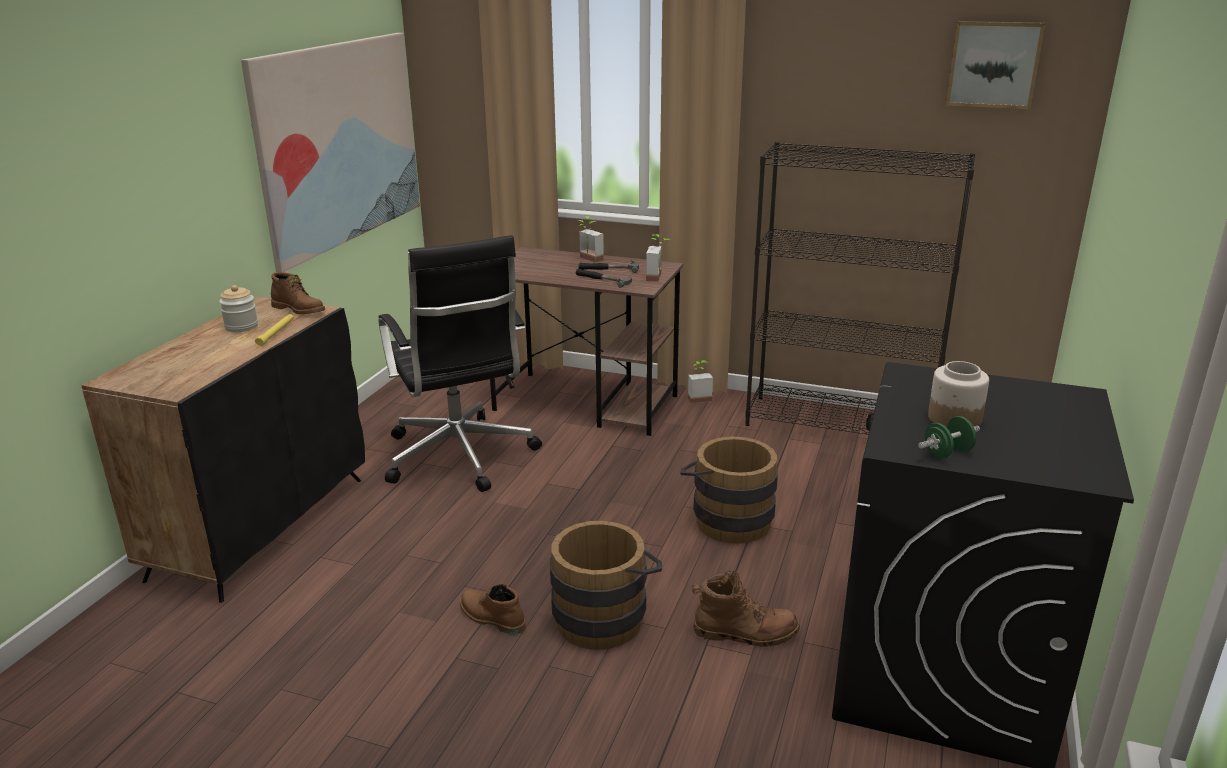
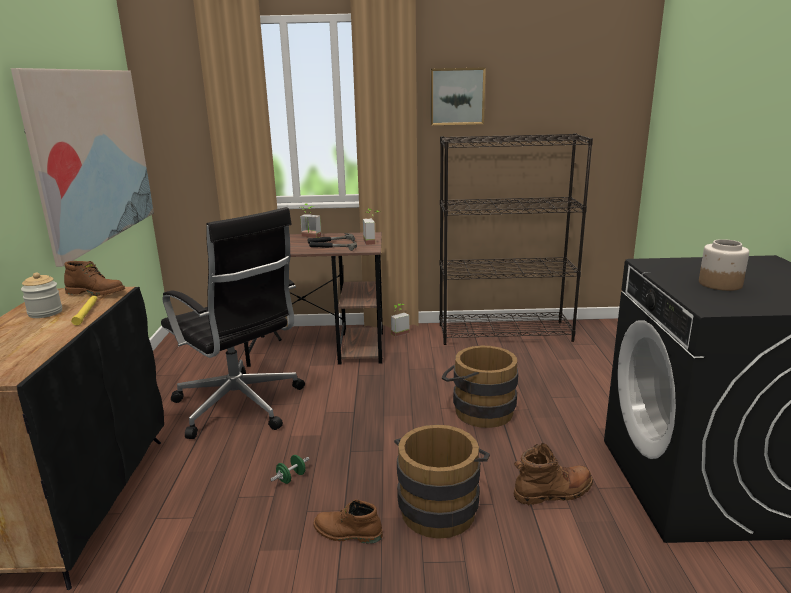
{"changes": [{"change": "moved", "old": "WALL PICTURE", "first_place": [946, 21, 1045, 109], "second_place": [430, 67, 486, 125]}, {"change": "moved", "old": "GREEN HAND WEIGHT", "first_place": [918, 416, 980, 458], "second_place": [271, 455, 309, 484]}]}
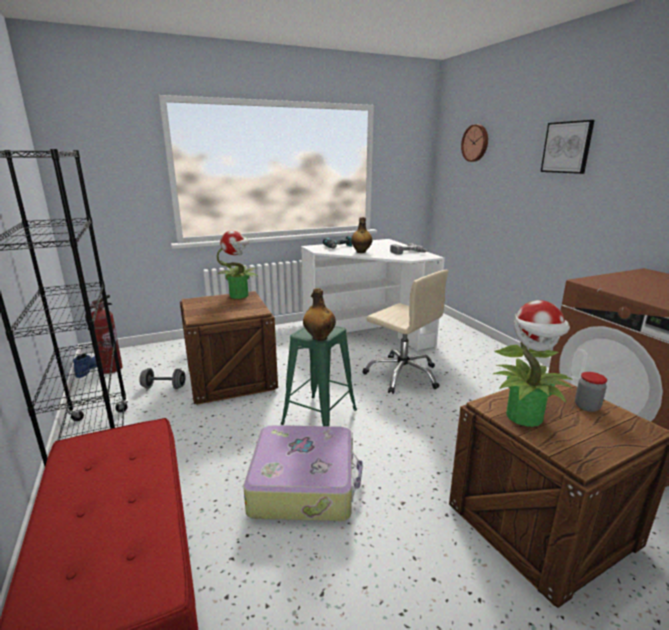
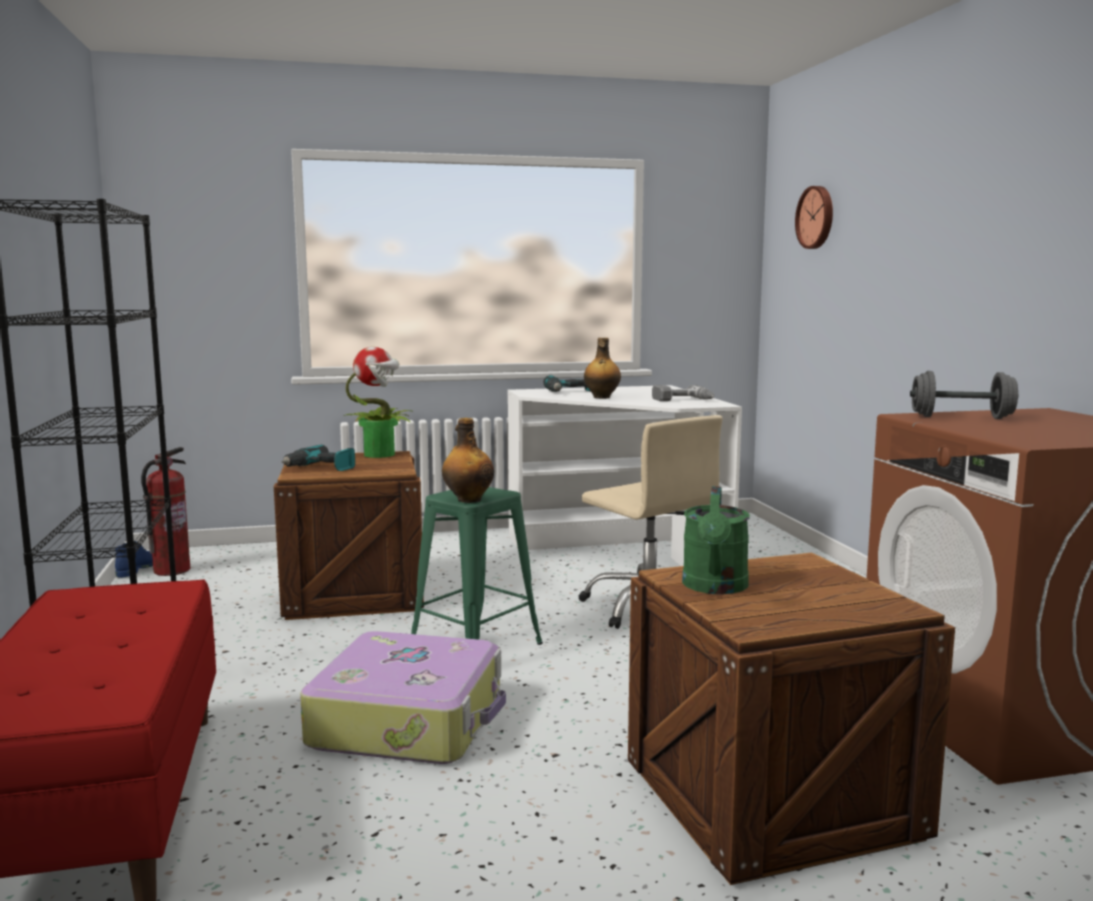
{"changes": [{"change": "removed", "old": "WALL PICTURE", "first_place": [541, 120, 595, 174]}, {"change": "replaced", "old": "PLANT IN A POT", "new": "GREEN WATERING POT", "first_place": [493, 300, 573, 427], "second_place": [682, 486, 750, 594]}, {"change": "moved", "old": "GRAY HAND WEIGHT", "first_place": [139, 368, 186, 389], "second_place": [910, 371, 1018, 419]}, {"change": "removed", "old": "PRESERVE JAR", "first_place": [575, 372, 607, 412]}, {"change": "added", "new": "POWER DRILL", "second_place": [281, 444, 355, 471]}]}
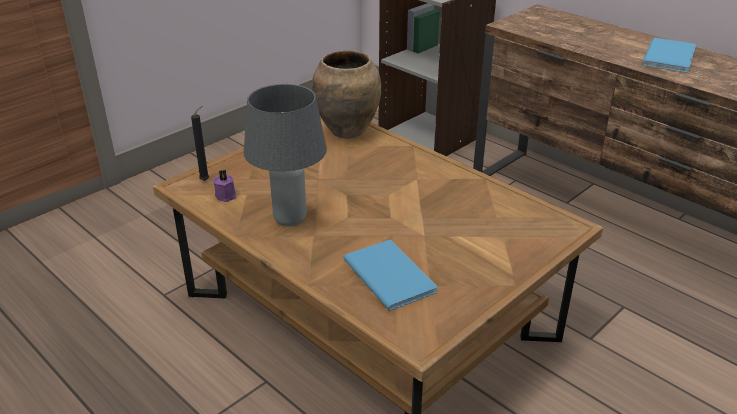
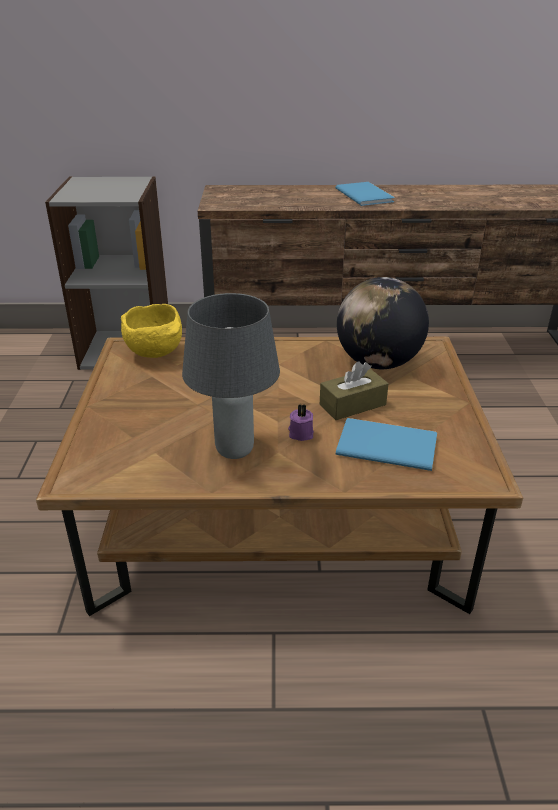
{"changes": [{"change": "replaced", "old": "BROWN-COLOURED FLOWER VASE", "new": "YELLOW BOWL", "first_place": [312, 50, 381, 139], "second_place": [121, 304, 182, 358]}, {"change": "removed", "old": "BLACK-COLOURED CANDLE", "first_place": [191, 106, 209, 181]}, {"change": "moved", "old": "PURPLE CANDLE", "first_place": [213, 170, 237, 202], "second_place": [288, 404, 314, 441]}, {"change": "added", "new": "WORLD GLOBE", "second_place": [337, 277, 429, 369]}, {"change": "added", "new": "BROWN-COLOURED BOX OF TISSUES", "second_place": [320, 361, 389, 420]}]}
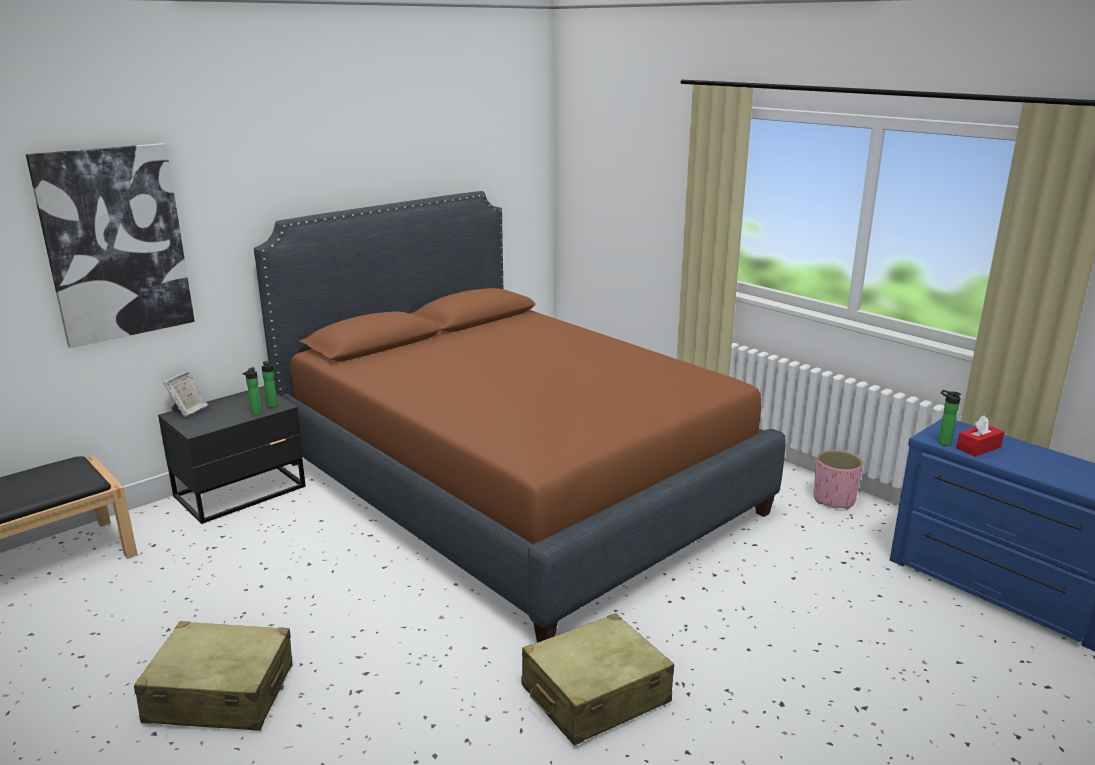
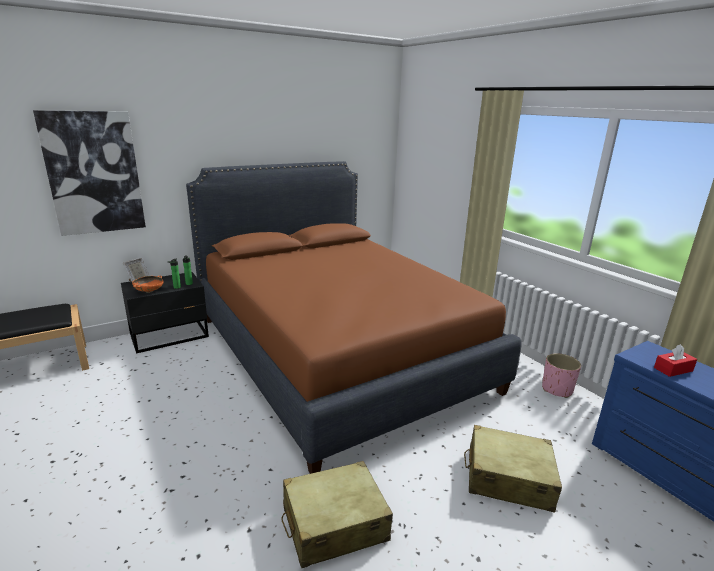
{"changes": [{"change": "removed", "old": "BEVERAGE BOTTLE", "first_place": [938, 390, 962, 446]}, {"change": "moved", "old": "SAND-COLOURED SUITCASE", "first_place": [134, 621, 293, 731], "second_place": [464, 425, 562, 513]}, {"change": "added", "new": "ORANGEY BOWL", "second_place": [132, 276, 164, 293]}]}
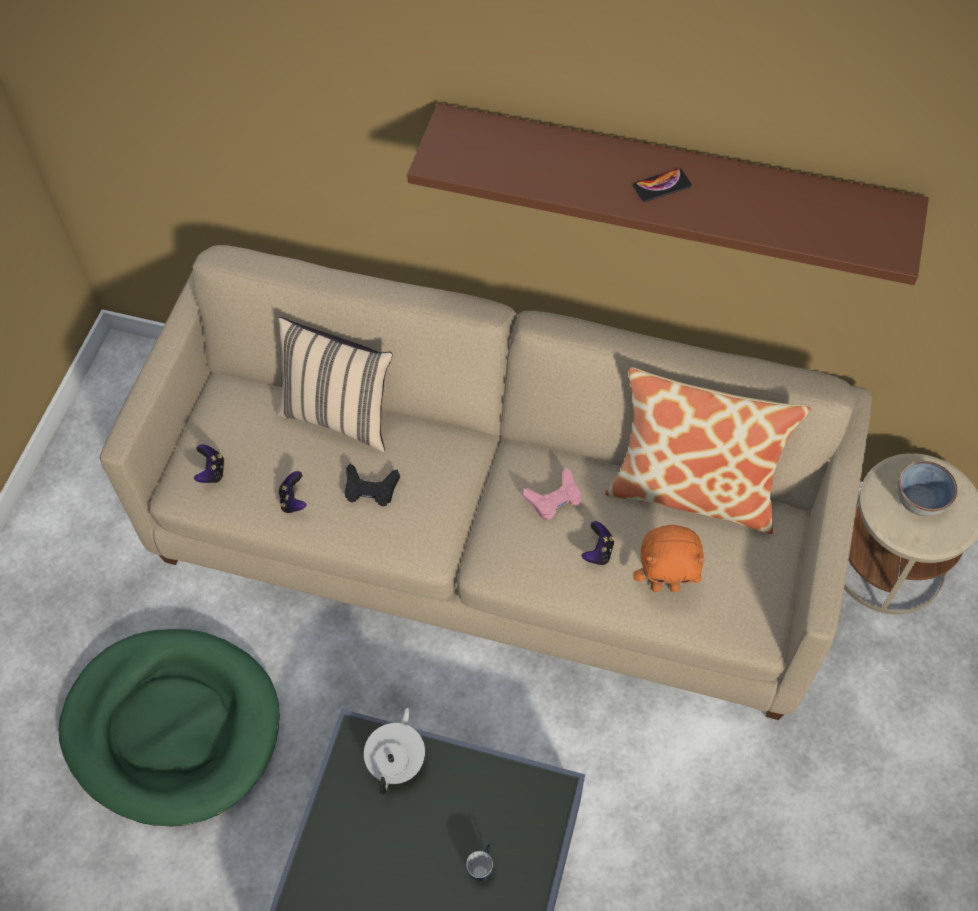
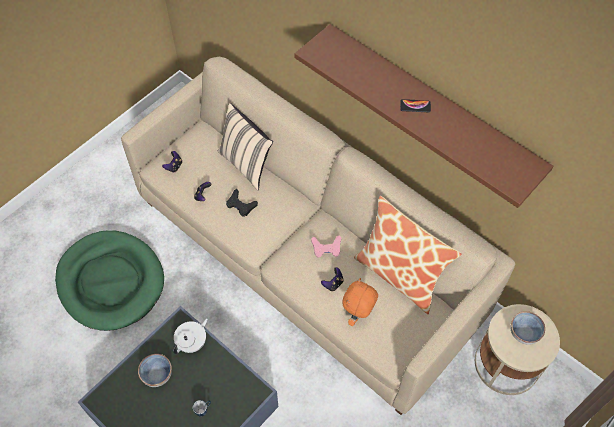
{"changes": [{"change": "turned", "old": "ORANGEY PLUSH TOY", "first_place": [633, 525, 705, 592], "second_place": [342, 278, 378, 326], "degrees": 90}, {"change": "added", "new": "BOWL", "second_place": [138, 354, 172, 387]}]}
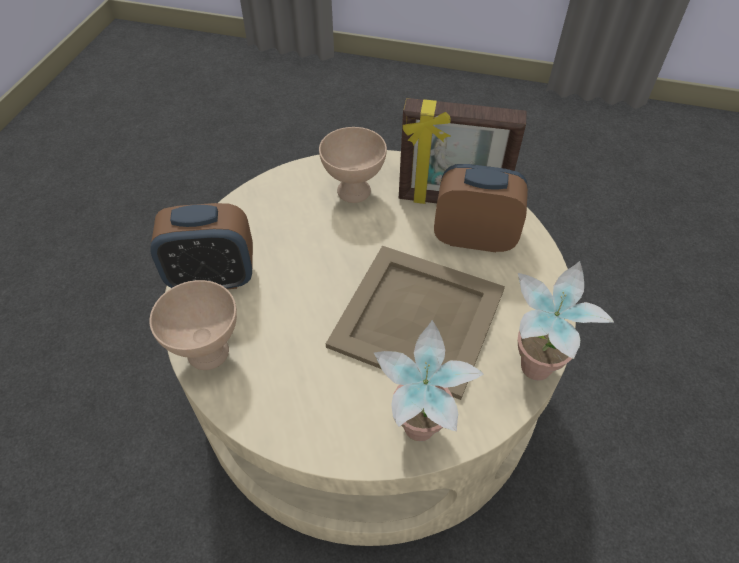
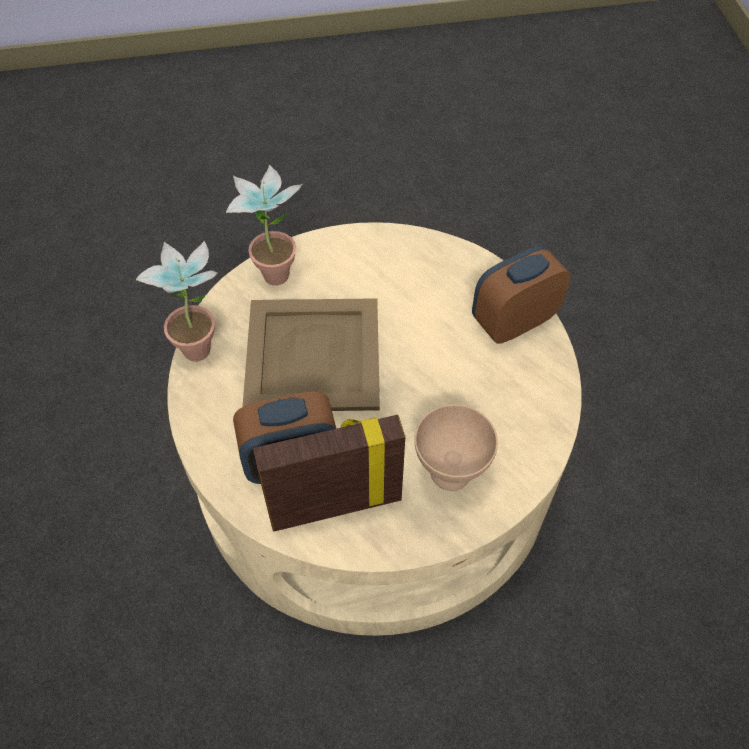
{"changes": [{"change": "removed", "old": "SAND-COLOURED BOWL", "first_place": [149, 280, 237, 370]}]}
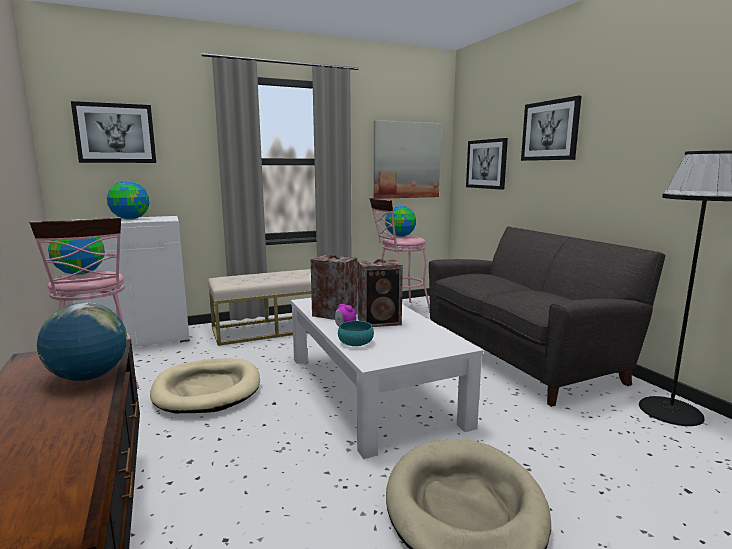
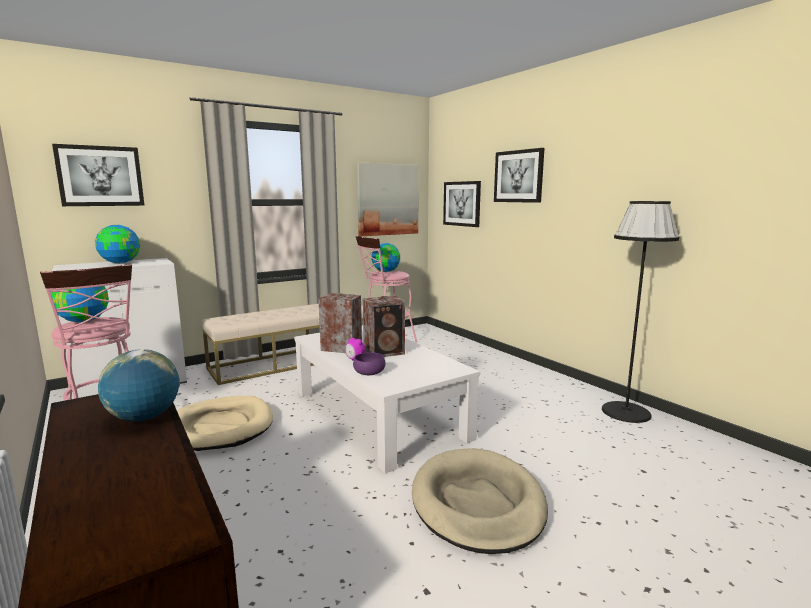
{"changes": [{"change": "removed", "old": "GRAY SETTEE", "first_place": [429, 226, 666, 407]}, {"change": "recoloured", "old": "TURQUOISE-COLOURED BOWL", "new": "PURPLE BOWL", "first_place": [338, 321, 374, 346], "second_place": [353, 352, 385, 375]}]}
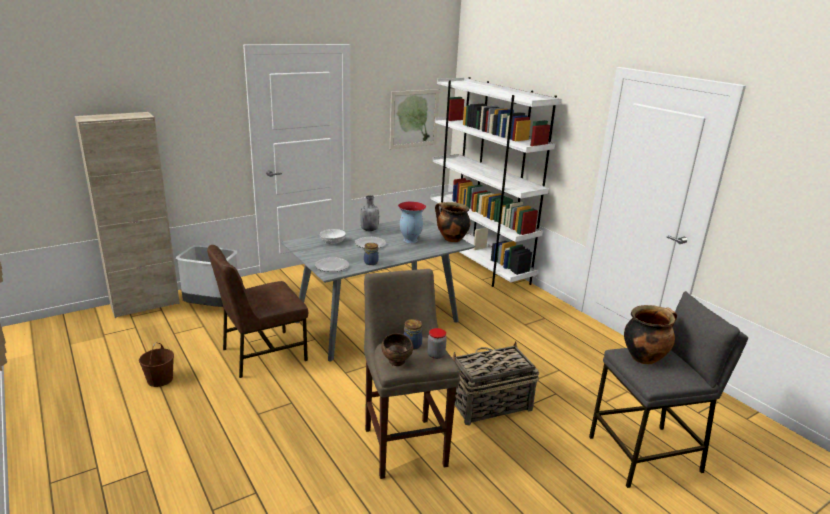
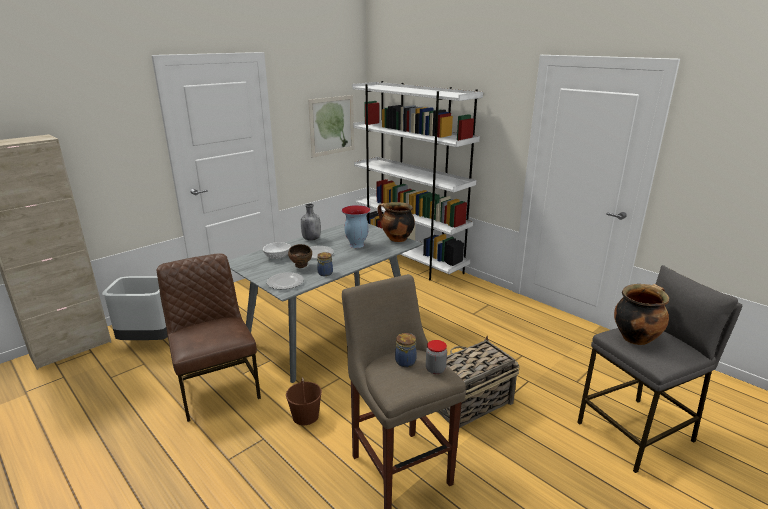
{"changes": [{"change": "turned", "old": "BROWN-COLOURED CHAIR", "first_place": [207, 245, 308, 378], "second_place": [157, 253, 261, 422], "degrees": 105}, {"change": "moved", "old": "BROWN-COLOURED BOWL", "first_place": [381, 333, 413, 366], "second_place": [288, 244, 312, 268]}, {"change": "moved", "old": "BROWN-COLOURED WATER BUCKET", "first_place": [139, 343, 174, 387], "second_place": [286, 377, 322, 425]}]}
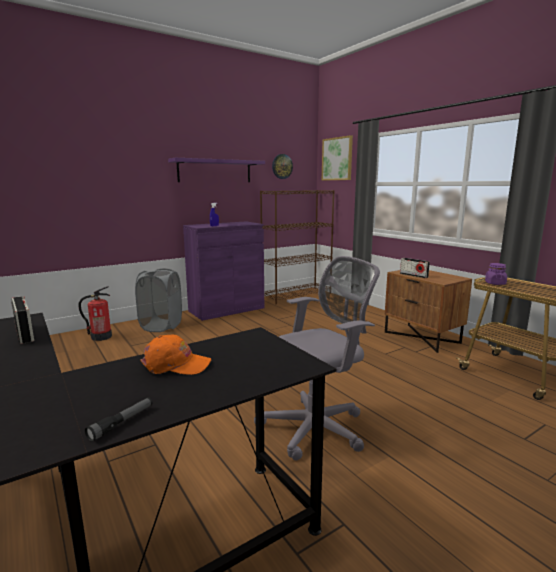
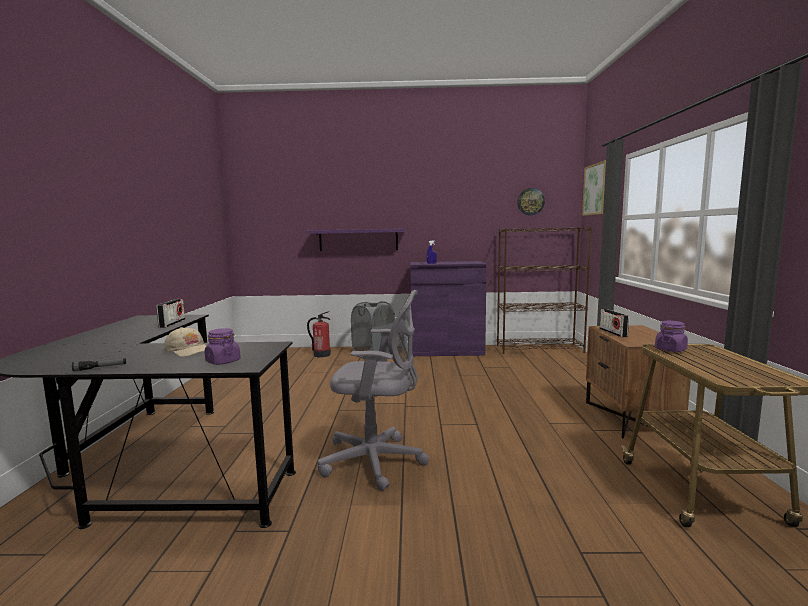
{"changes": [{"change": "moved", "old": "PURPLE WALL SHELF", "first_place": [168, 158, 265, 182], "second_place": [307, 229, 405, 251]}, {"change": "recoloured", "old": "ORANGEY PEAKED CAP", "new": "SAND-COLOURED PEAKED CAP", "first_place": [140, 335, 211, 375], "second_place": [164, 327, 206, 357]}, {"change": "added", "new": "PURPLE PRESERVE JAR", "second_place": [205, 328, 241, 365]}]}
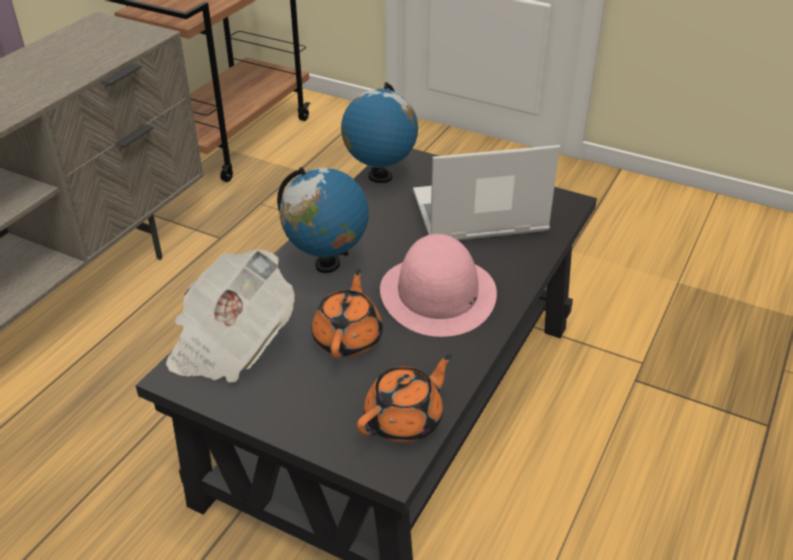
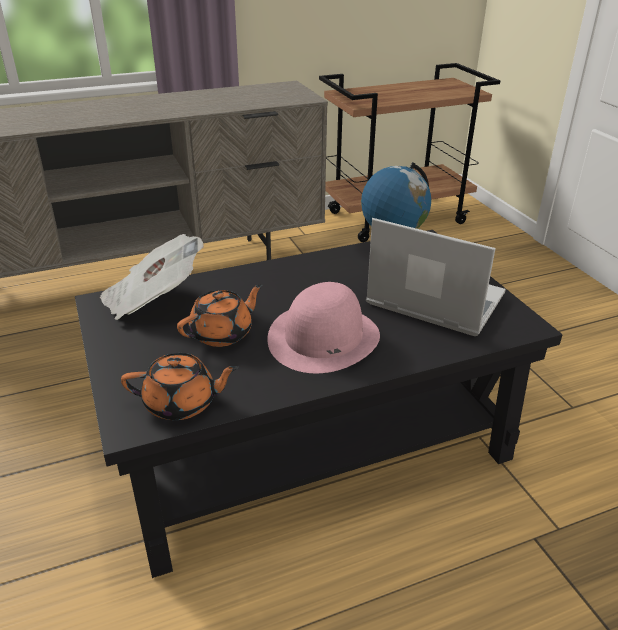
{"changes": [{"change": "removed", "old": "WORLD GLOBE", "first_place": [277, 167, 369, 273]}]}
